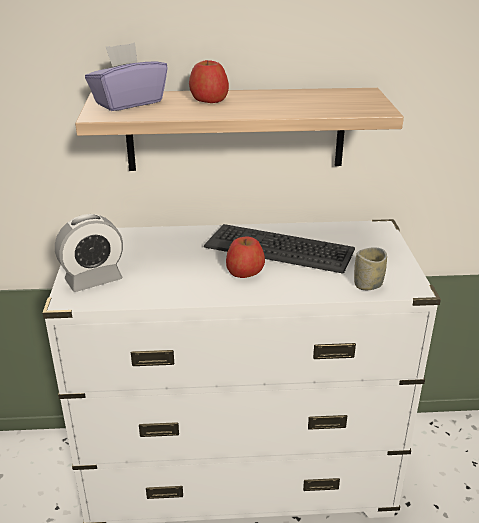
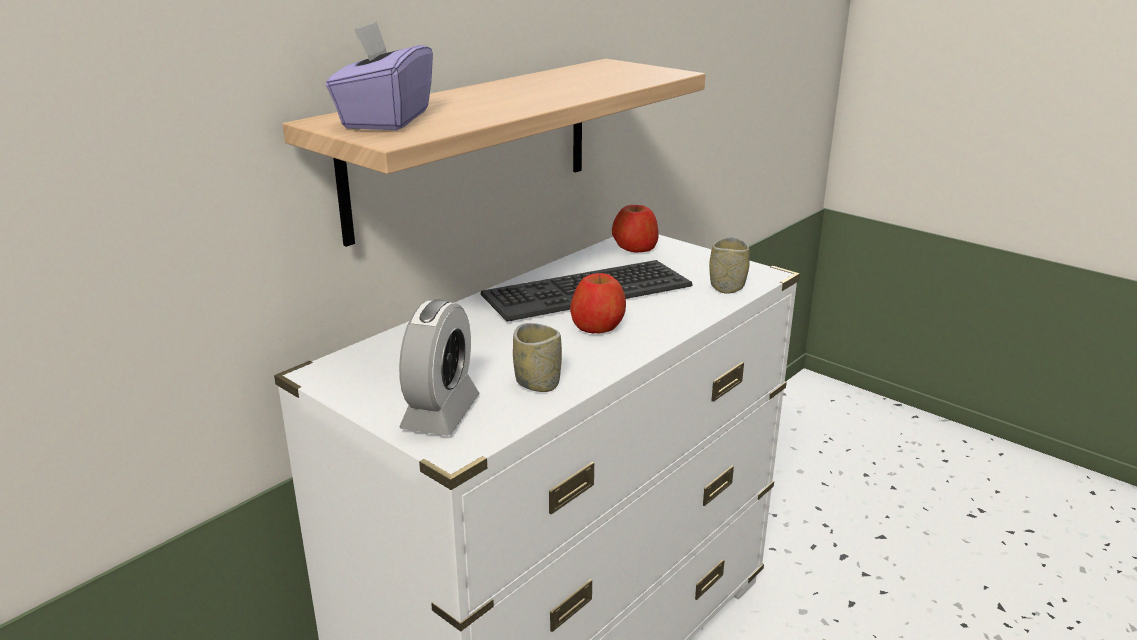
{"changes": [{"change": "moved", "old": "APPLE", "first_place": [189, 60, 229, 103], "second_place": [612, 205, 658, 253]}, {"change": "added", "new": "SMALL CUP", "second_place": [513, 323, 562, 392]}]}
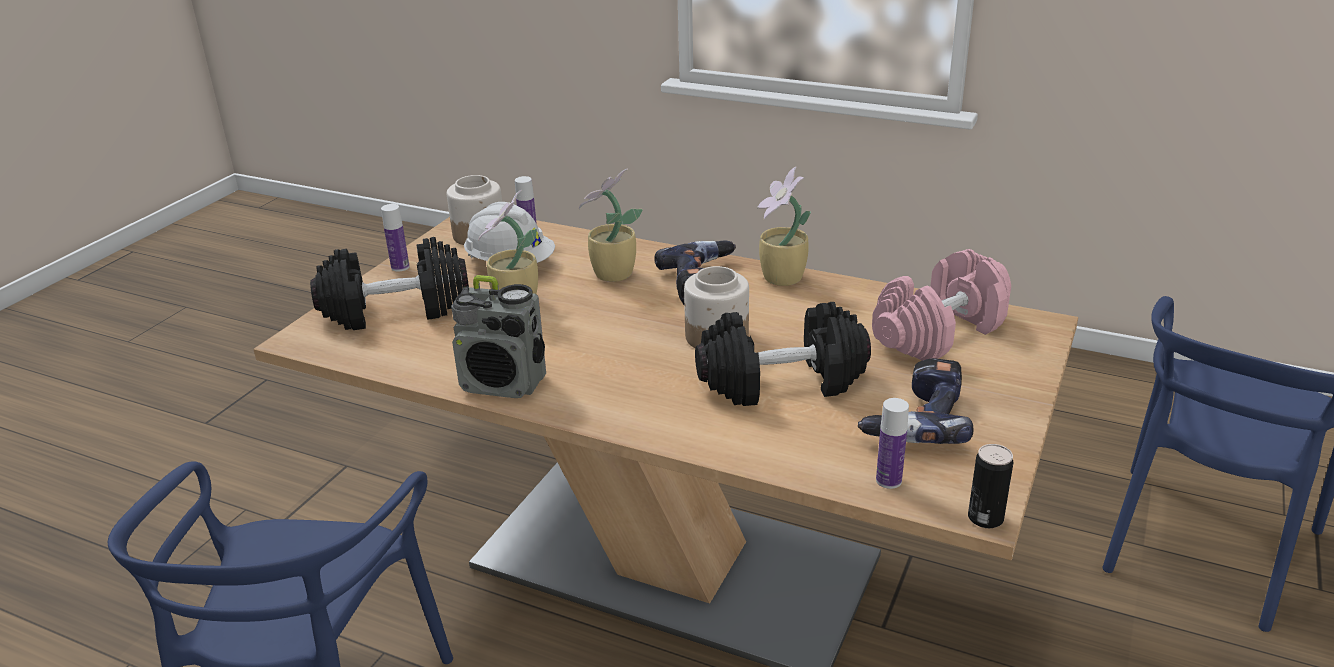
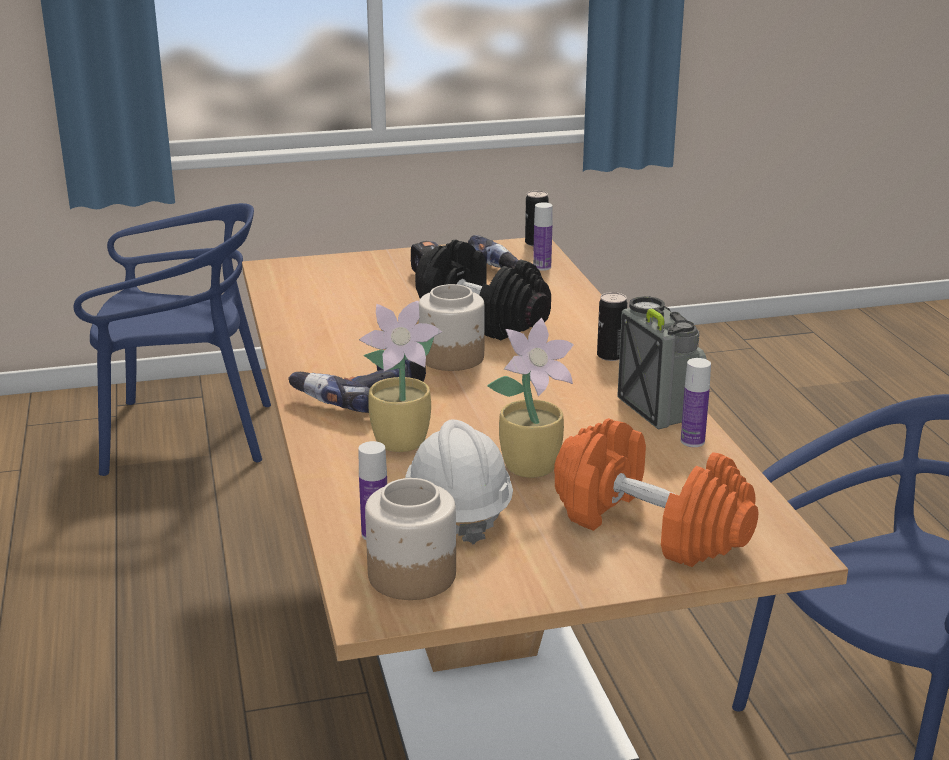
{"changes": [{"change": "removed", "old": "PLANT IN A POT", "first_place": [757, 167, 811, 286]}, {"change": "moved", "old": "BEVERAGE BOTTLE", "first_place": [381, 204, 410, 272], "second_place": [681, 358, 711, 447]}, {"change": "recoloured", "old": "BLACK-COLOURED HAND WEIGHT", "new": "ORANGEY HAND WEIGHT", "first_place": [310, 237, 469, 330], "second_place": [554, 418, 758, 567]}, {"change": "removed", "old": "PINK-COLOURED HAND WEIGHT", "first_place": [872, 249, 1011, 361]}, {"change": "added", "new": "CAN", "second_place": [597, 292, 627, 361]}]}
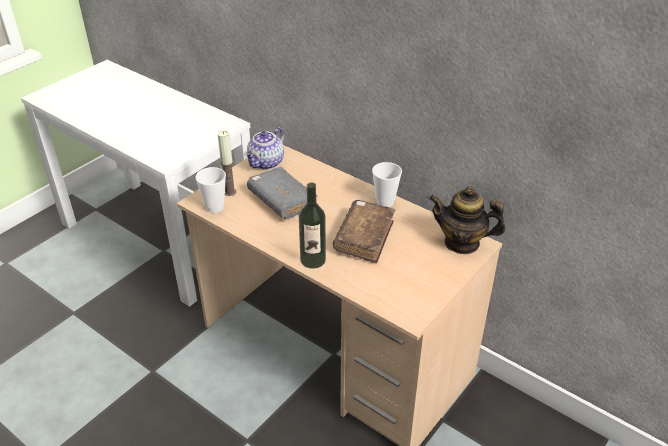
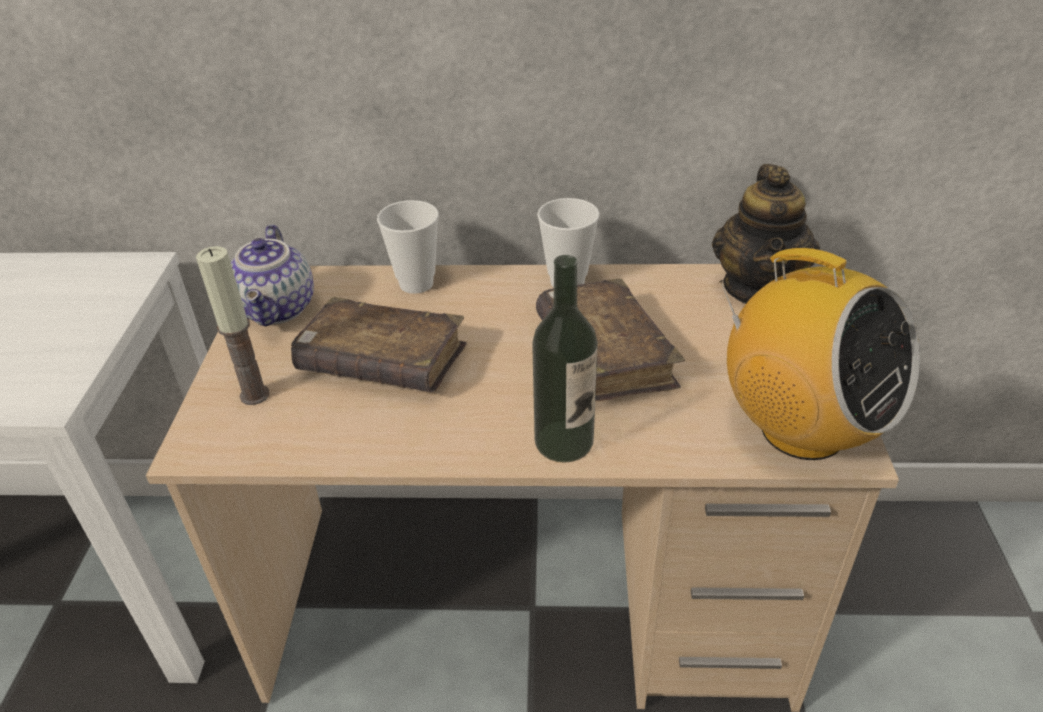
{"changes": [{"change": "moved", "old": "SMALL CUP", "first_place": [195, 167, 226, 213], "second_place": [377, 200, 439, 294]}, {"change": "recoloured", "old": "GRAY BOOK", "new": "BROWN-COLOURED BOOK", "first_place": [247, 167, 318, 220], "second_place": [291, 297, 467, 392]}, {"change": "turned", "old": "TEAPOT", "first_place": [429, 186, 505, 254], "second_place": [712, 164, 820, 304], "degrees": -60}, {"change": "added", "new": "RADIO RECEIVER", "second_place": [719, 248, 920, 460]}]}
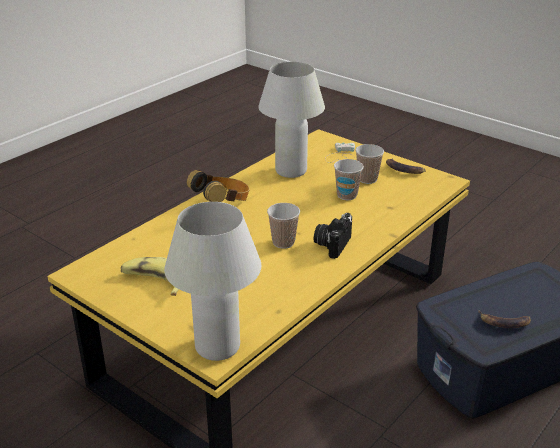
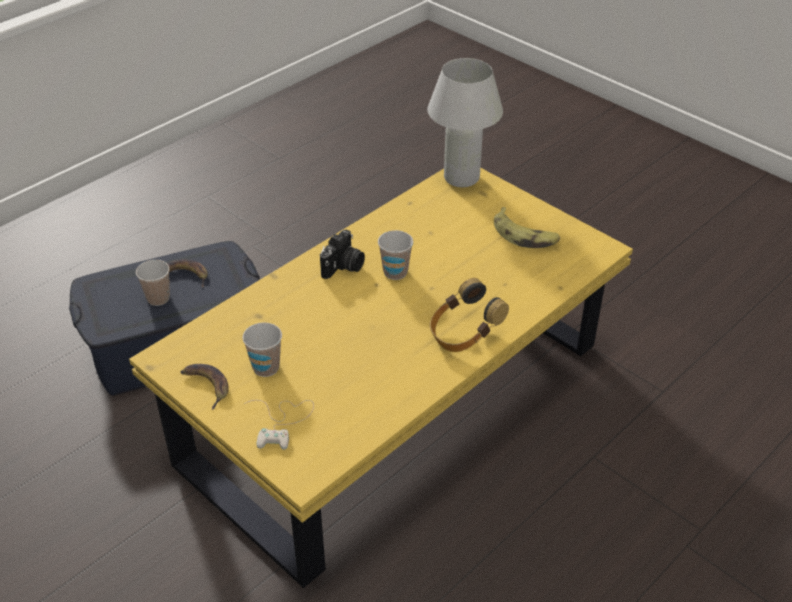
{"changes": [{"change": "removed", "old": "WHITISH LAMP FOR A TABLE", "first_place": [258, 62, 325, 178]}, {"change": "moved", "old": "SMALL CUP", "first_place": [334, 159, 364, 200], "second_place": [136, 260, 170, 306]}]}
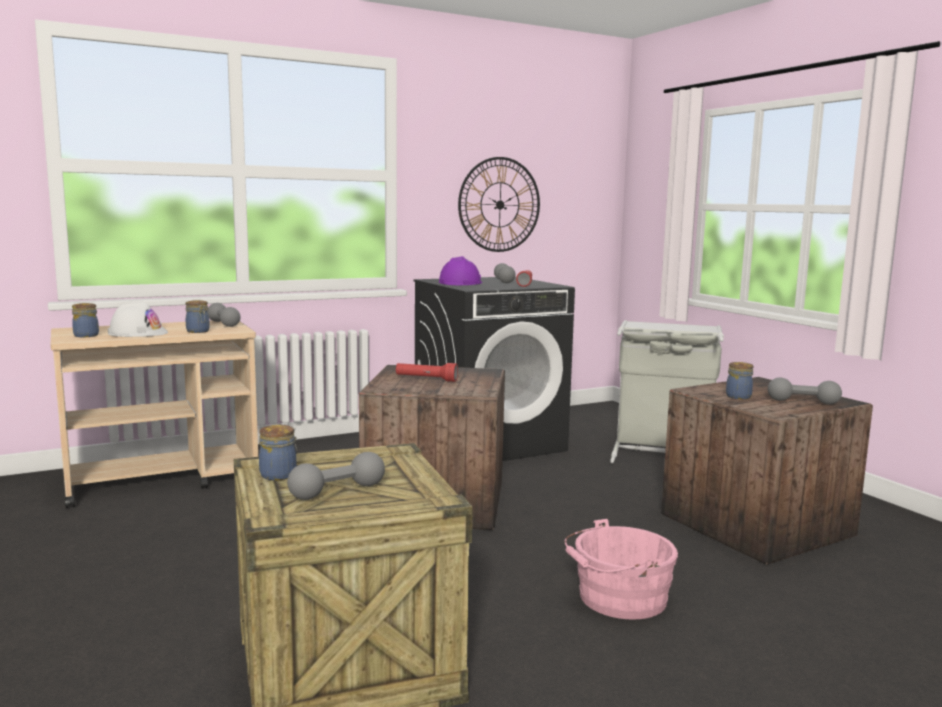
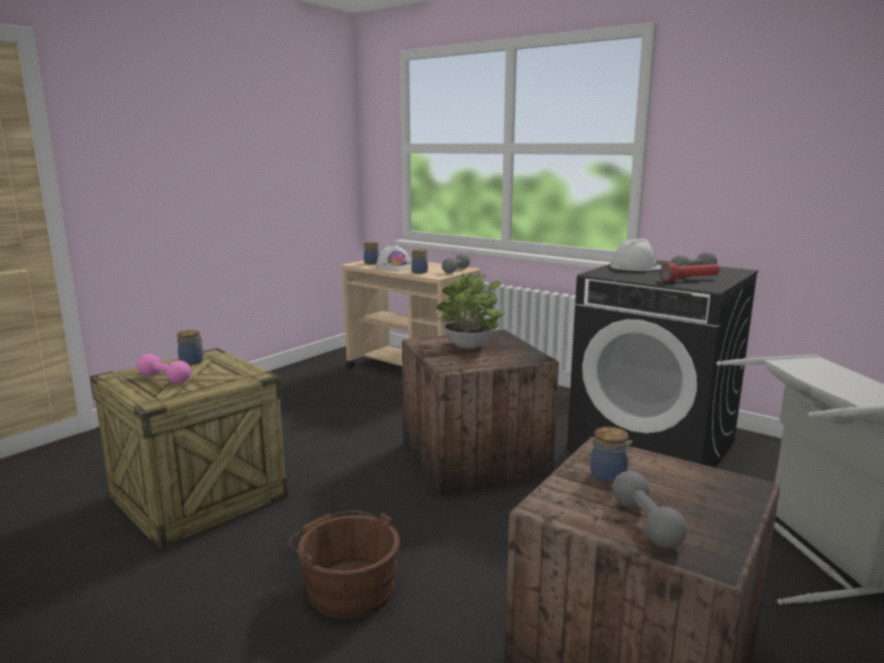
{"changes": [{"change": "removed", "old": "CLOCK ON THE WALL", "first_place": [458, 157, 540, 252]}, {"change": "recoloured", "old": "PURPLE HARD HAT", "new": "WHITISH HARD HAT", "first_place": [439, 256, 482, 285], "second_place": [610, 239, 662, 271]}, {"change": "replaced", "old": "REDDISH FLASHLIGHT", "new": "PLANT IN A POT", "first_place": [396, 363, 458, 382], "second_place": [437, 273, 505, 349]}, {"change": "recoloured", "old": "GRAY HAND WEIGHT", "new": "PINK-COLOURED HAND WEIGHT", "first_place": [287, 452, 385, 500], "second_place": [137, 354, 191, 384]}, {"change": "recoloured", "old": "PINK-COLOURED WATER BUCKET", "new": "BROWN-COLOURED WATER BUCKET", "first_place": [565, 519, 678, 620], "second_place": [289, 510, 400, 619]}]}
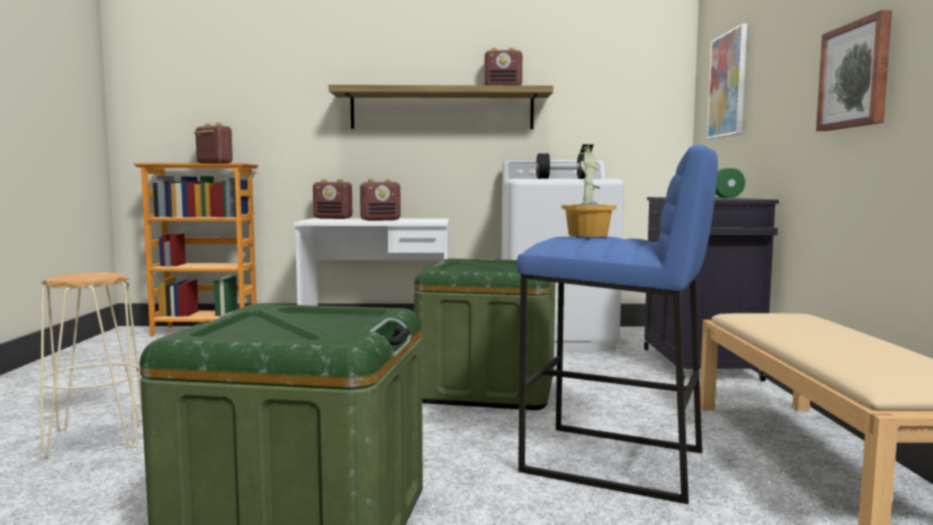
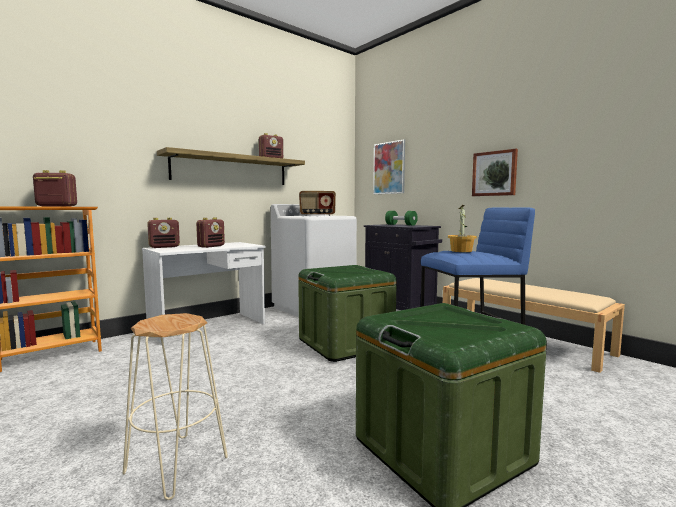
{"changes": [{"change": "replaced", "old": "BLACK-COLOURED HAND WEIGHT", "new": "RADIO RECEIVER", "first_place": [536, 153, 585, 179], "second_place": [299, 191, 336, 216]}]}
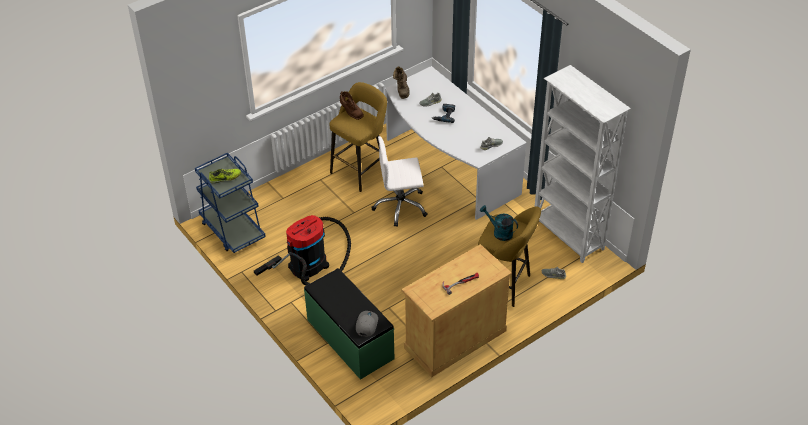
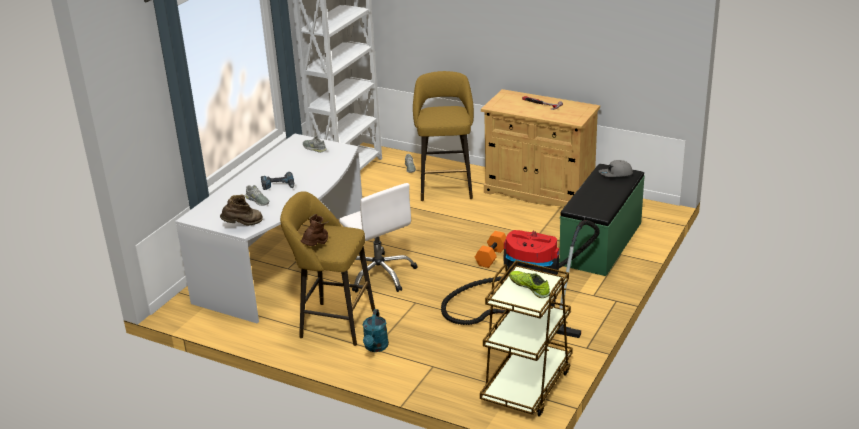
{"changes": [{"change": "recoloured", "old": "BLUE-COLOURED TROLLEY", "new": "BROWN-COLOURED TROLLEY", "first_place": [195, 153, 266, 253], "second_place": [480, 260, 573, 417]}, {"change": "moved", "old": "TURQUOISE-COLOURED WATERING POT", "first_place": [480, 205, 518, 241], "second_place": [363, 309, 389, 352]}, {"change": "added", "new": "ORANGEY HAND WEIGHT", "second_place": [475, 231, 506, 268]}]}
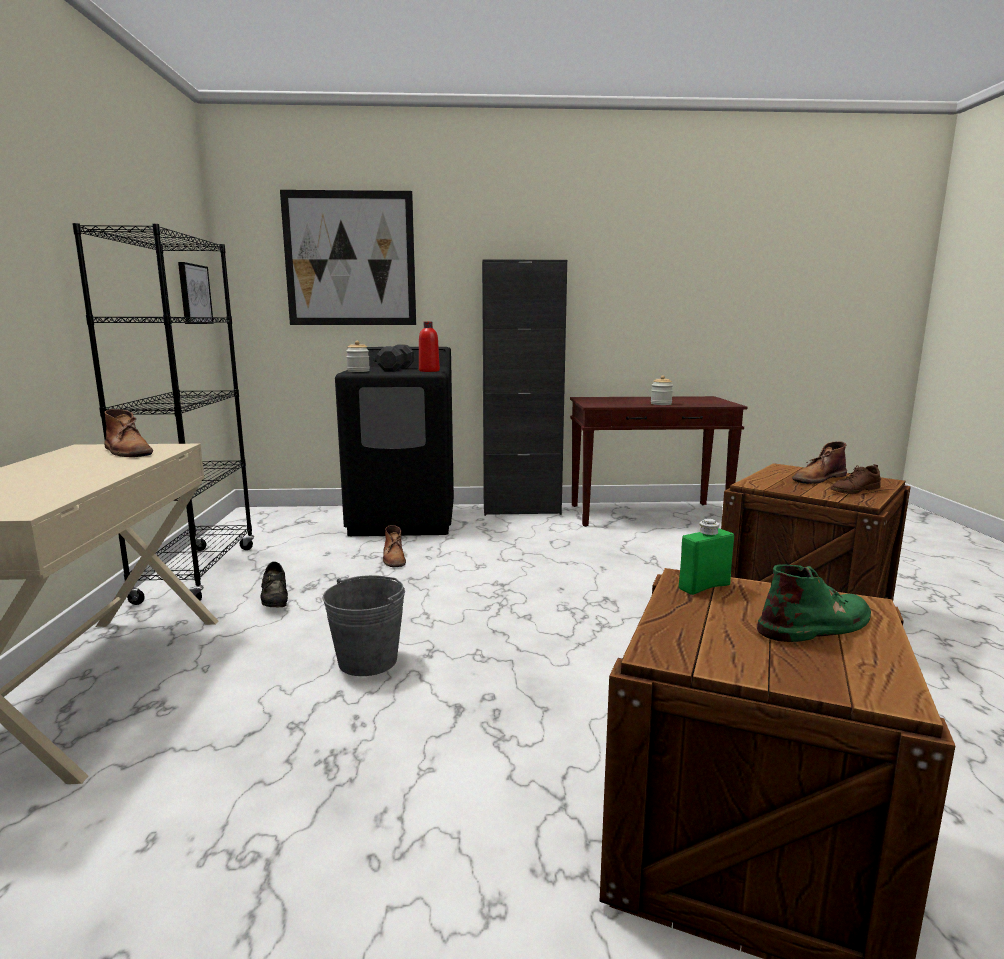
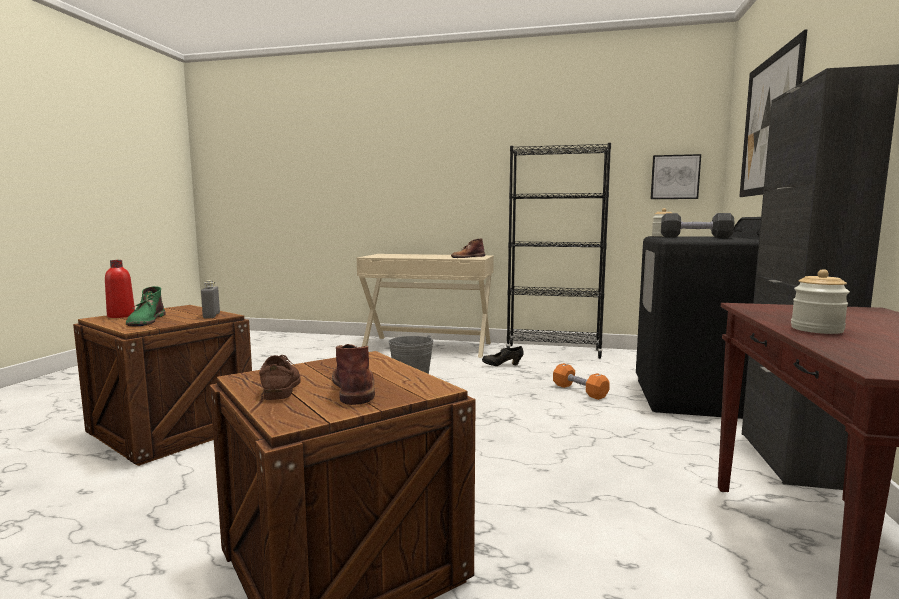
{"changes": [{"change": "moved", "old": "REDDISH BEVERAGE BOTTLE", "first_place": [419, 322, 440, 372], "second_place": [105, 260, 135, 318]}, {"change": "recoloured", "old": "GREEN BEVERAGE BOTTLE", "new": "GRAY BEVERAGE BOTTLE", "first_place": [679, 519, 734, 595], "second_place": [201, 280, 220, 318]}, {"change": "replaced", "old": "BROWN-COLOURED BOOT", "new": "ORANGEY HAND WEIGHT", "first_place": [383, 525, 406, 567], "second_place": [553, 363, 610, 400]}]}
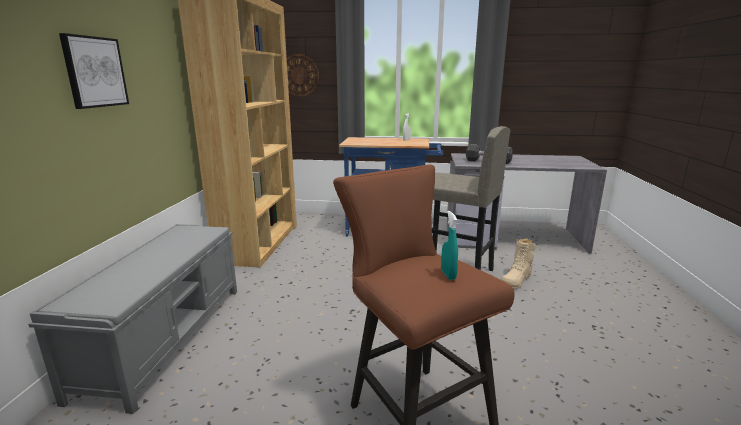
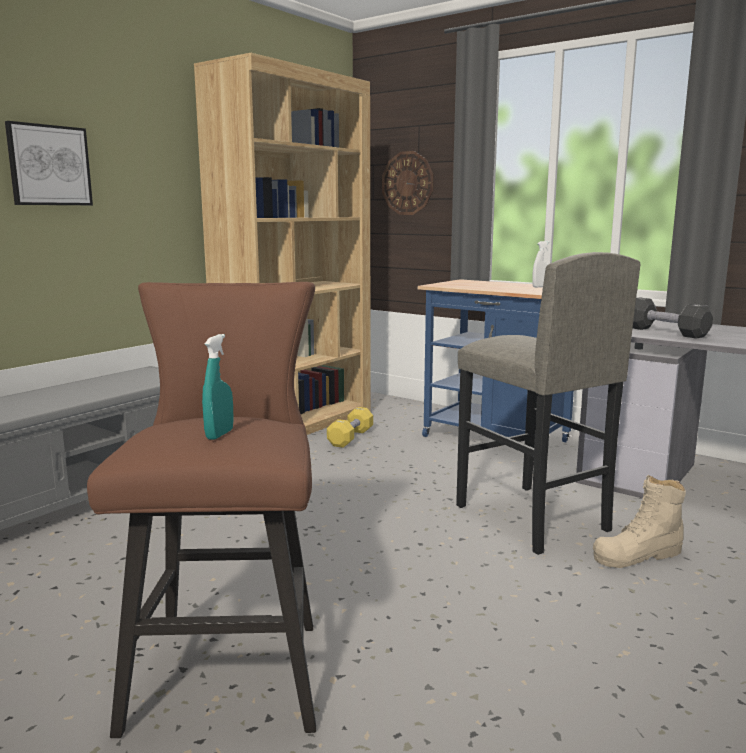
{"changes": [{"change": "added", "new": "YELLOW HAND WEIGHT", "second_place": [327, 407, 373, 448]}]}
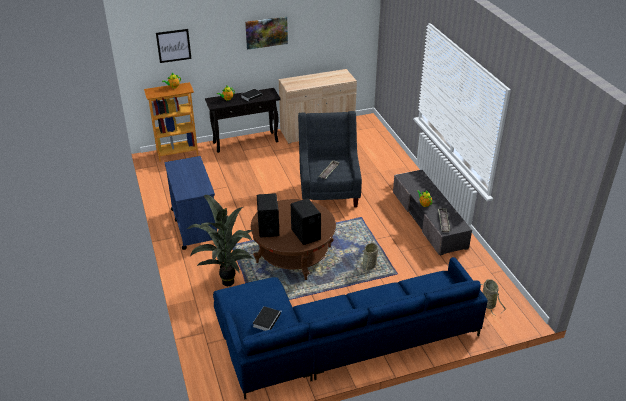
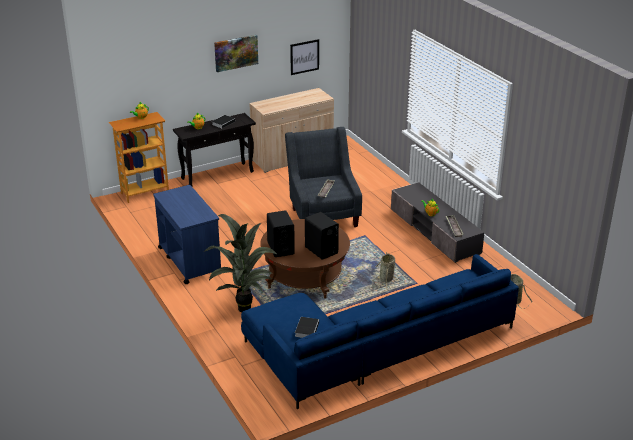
{"changes": [{"change": "moved", "old": "WALL PICTURE", "first_place": [156, 29, 191, 63], "second_place": [290, 39, 319, 75]}]}
